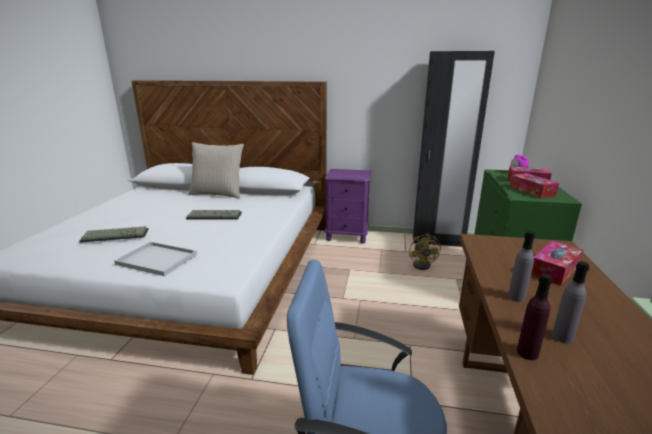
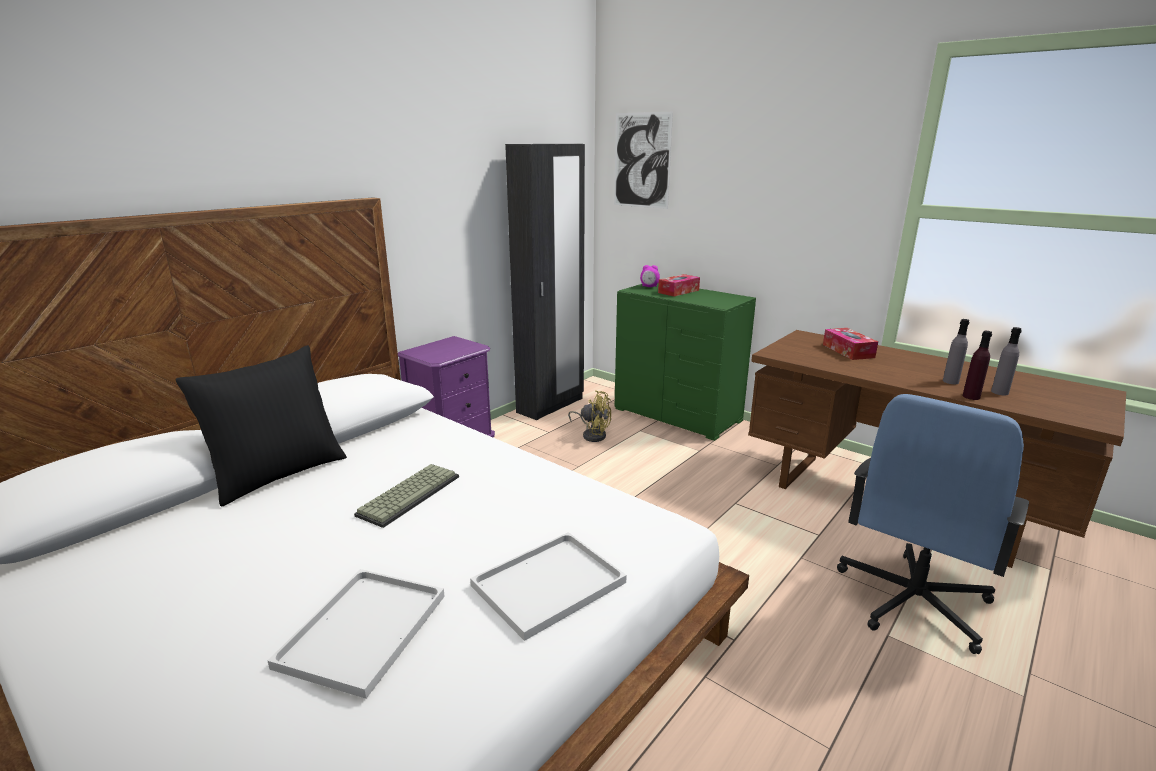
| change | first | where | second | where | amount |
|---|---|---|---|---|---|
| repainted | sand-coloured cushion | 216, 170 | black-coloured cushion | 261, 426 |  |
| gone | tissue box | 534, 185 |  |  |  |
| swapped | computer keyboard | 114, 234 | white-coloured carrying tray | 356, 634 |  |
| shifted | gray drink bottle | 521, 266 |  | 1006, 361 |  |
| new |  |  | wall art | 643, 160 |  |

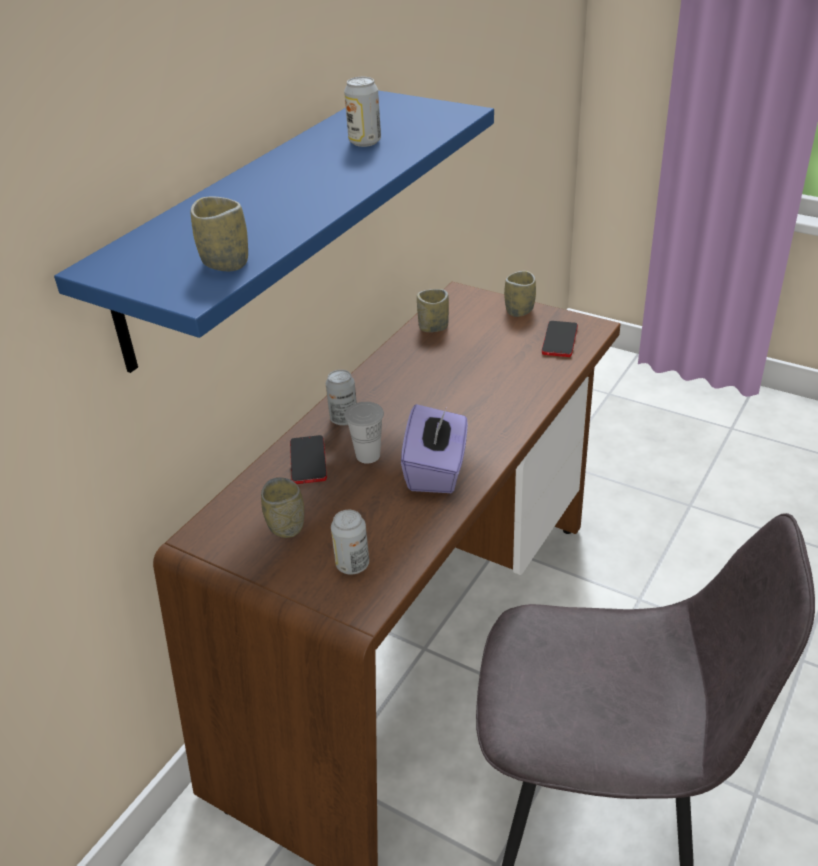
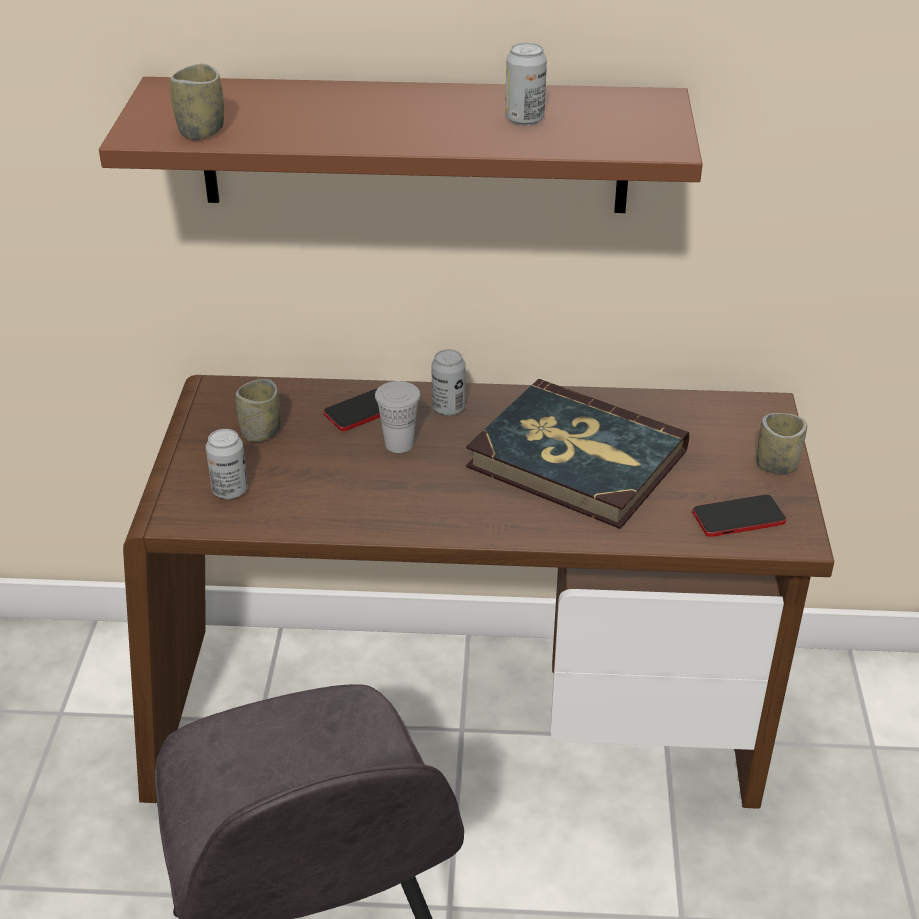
| change | first | where | second | where | amount |
|---|---|---|---|---|---|
| repainted | bluish bracket shelf | 274, 231 | brown bracket shelf | 401, 145 |  |
| gone | drinking cup | 433, 310 |  |  |  |
| gone | purplish tissue box | 434, 448 |  |  |  |
| new |  |  | bound book | 577, 454 |  |

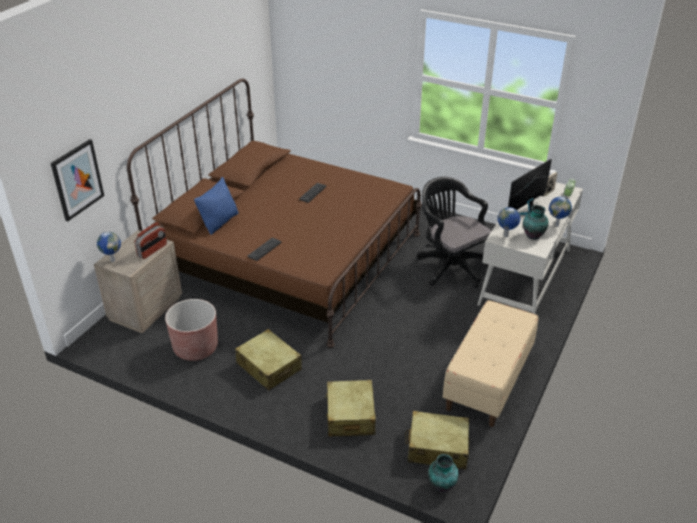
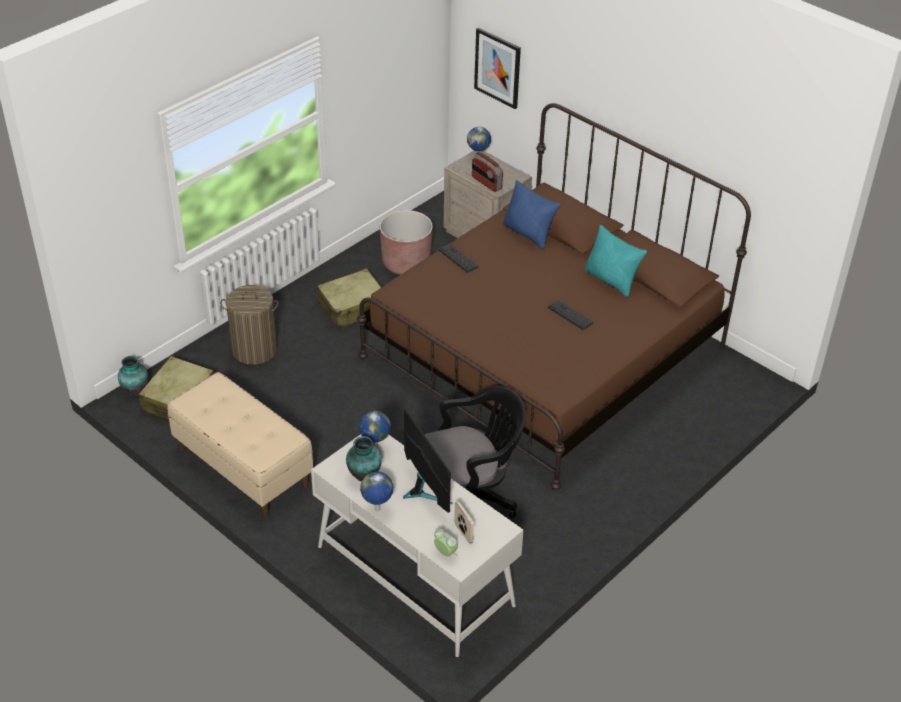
| change | first | where | second | where | amount |
|---|---|---|---|---|---|
| swapped | sand-coloured suitcase | 350, 408 | laundry basket | 249, 325 |  |
| new |  |  | blue-green cushion | 616, 261 |  |

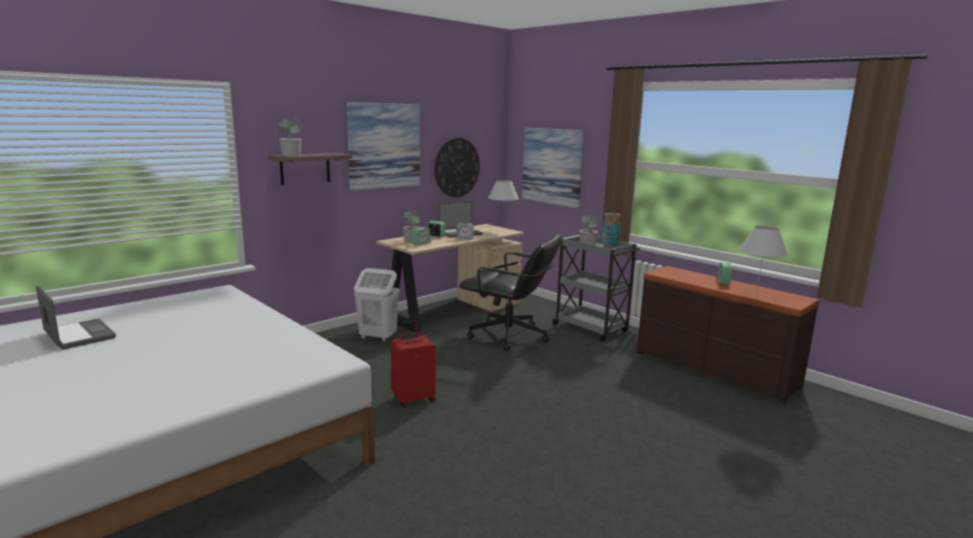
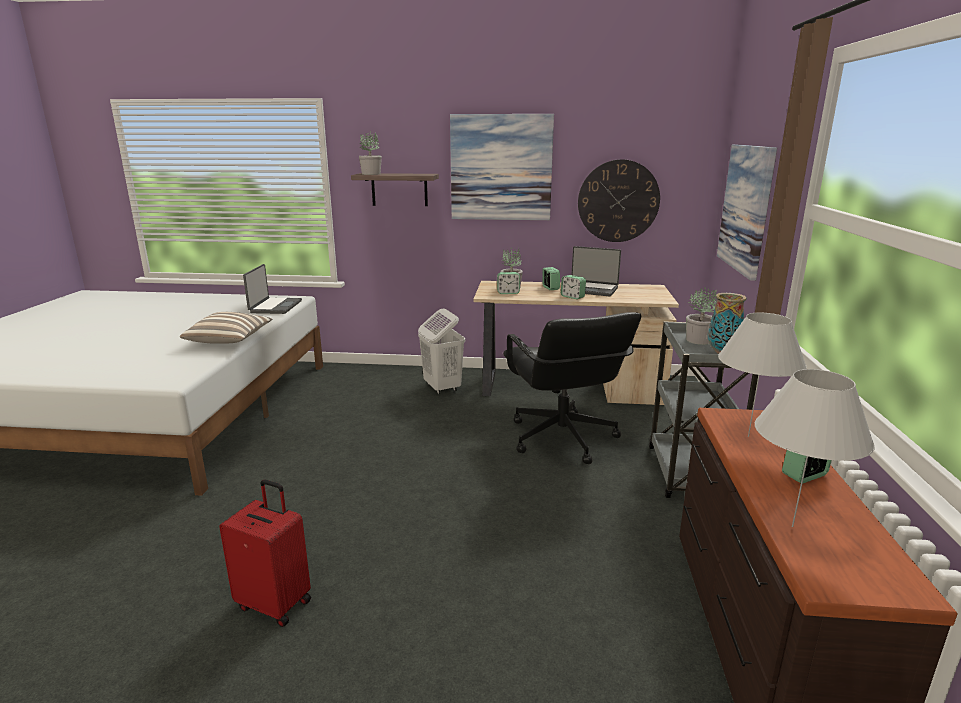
| change | first | where | second | where | amount |
|---|---|---|---|---|---|
| shifted | white-coloured tabletop lamp | 503, 205 |  | 762, 375 |  |
| shifted | notebook computer | 76, 318 |  | 272, 289 |  |
| shifted | reddish suitcase | 413, 363 |  | 265, 553 |  |
| new |  |  | cushion | 226, 328 |  |

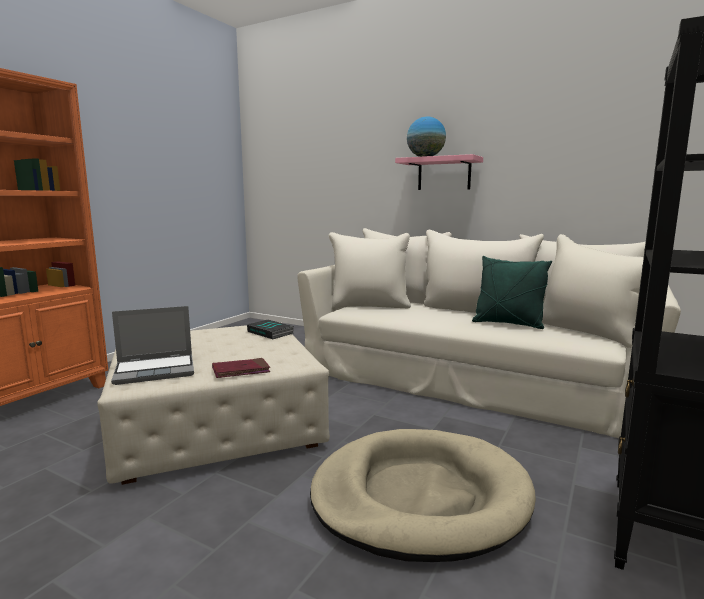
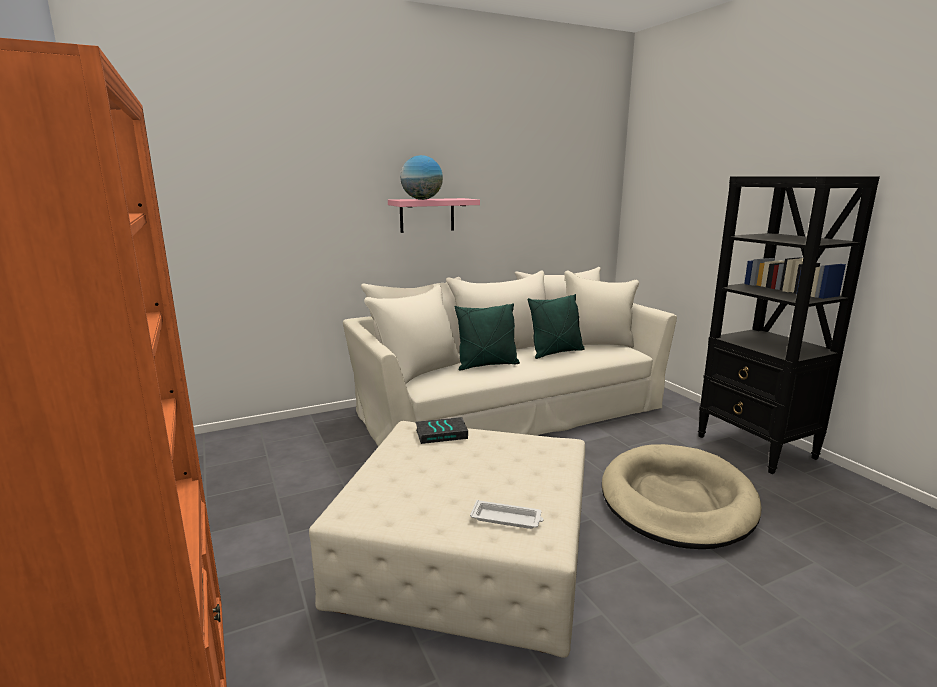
| change | first | where | second | where | amount |
|---|---|---|---|---|---|
| swapped | notebook computer | 152, 345 | white-coloured carrying tray | 506, 514 |  |
| gone | reddish bound book | 241, 368 |  |  |  |
| new |  |  | green-coloured cushion | 487, 337 |  |

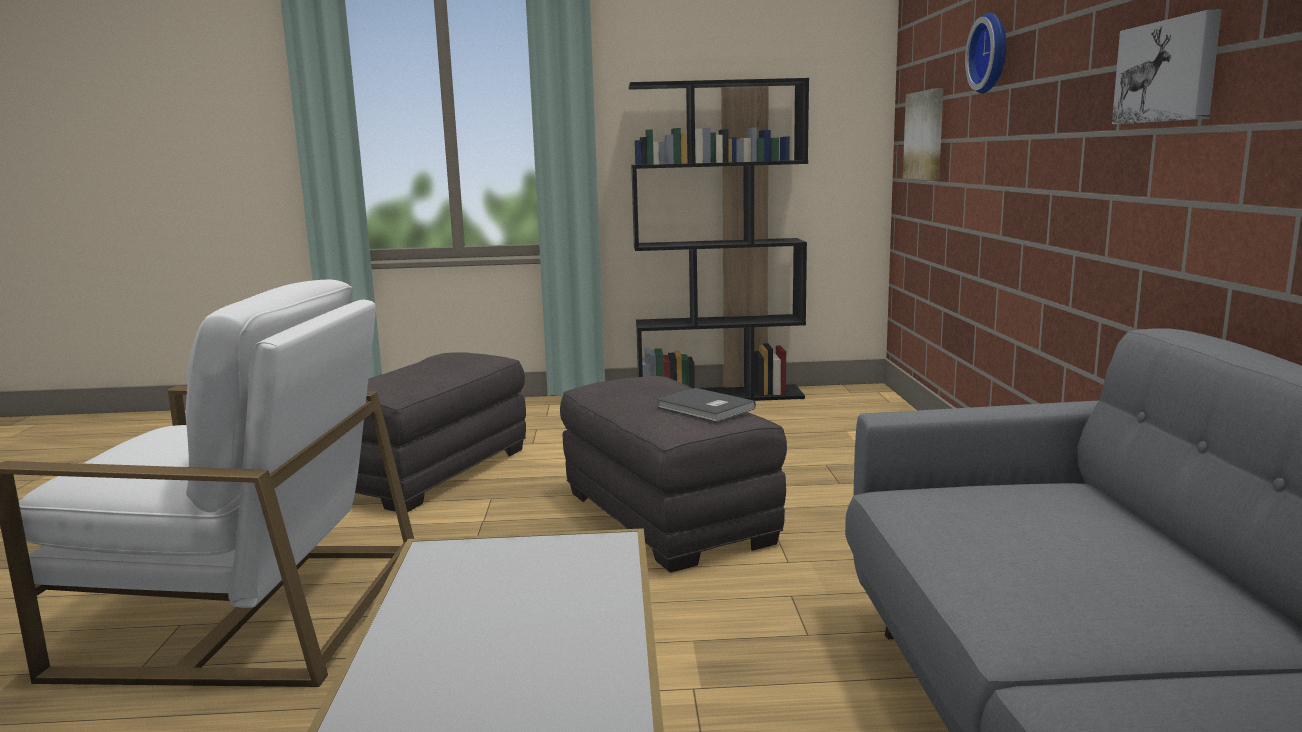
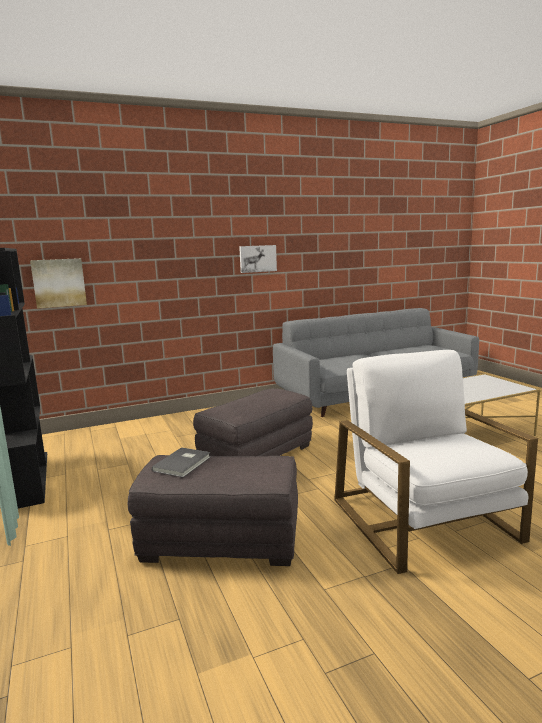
| change | first | where | second | where | amount |
|---|---|---|---|---|---|
| gone | hanging clock | 985, 53 |  |  |  |
| shifted | gray bound book | 706, 405 |  | 181, 462 |  |

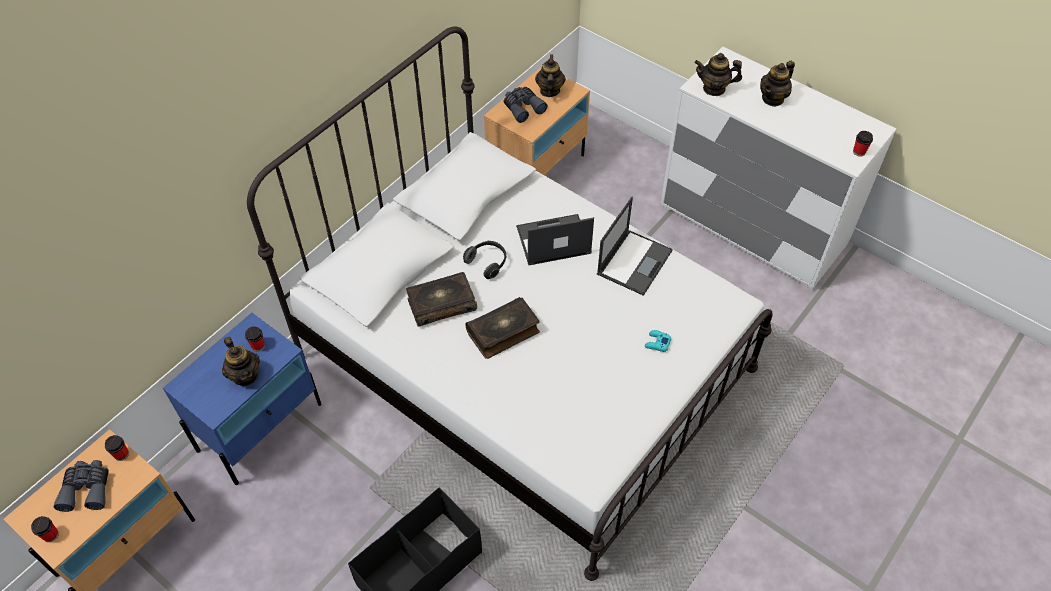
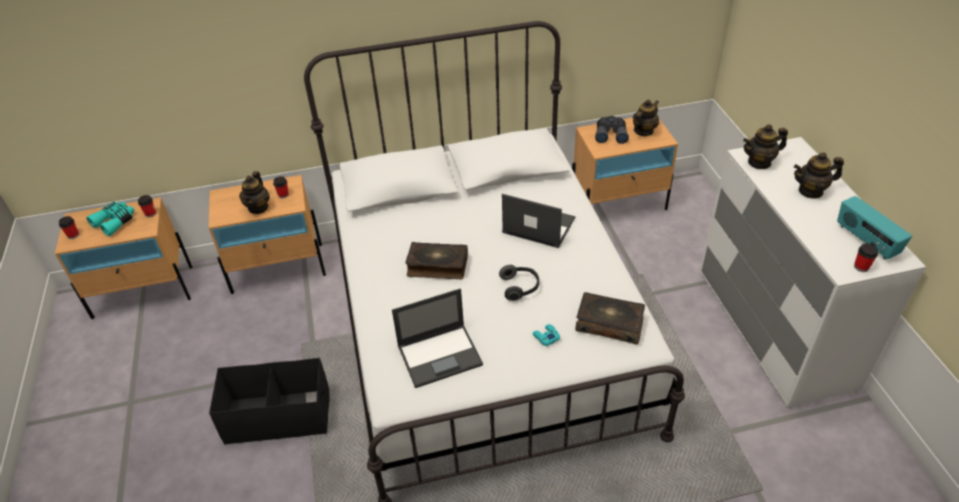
| change | first | where | second | where | amount |
|---|---|---|---|---|---|
| rotated | tea pot | 718, 74 |  | 765, 146 | 60 degrees counterclockwise |
| shifted | notebook computer | 635, 246 |  | 437, 338 |  |
| shifted | headphones | 484, 260 |  | 519, 283 |  |
| shifted | bound book | 441, 299 |  | 610, 318 |  |
| repainted | bluish nightstand | 242, 399 | sand-coloured nightstand | 267, 234 |  |
| repainted | gray field glasses | 81, 486 | blue-green field glasses | 110, 219 |  |
| new |  |  | radio | 874, 228 |  |

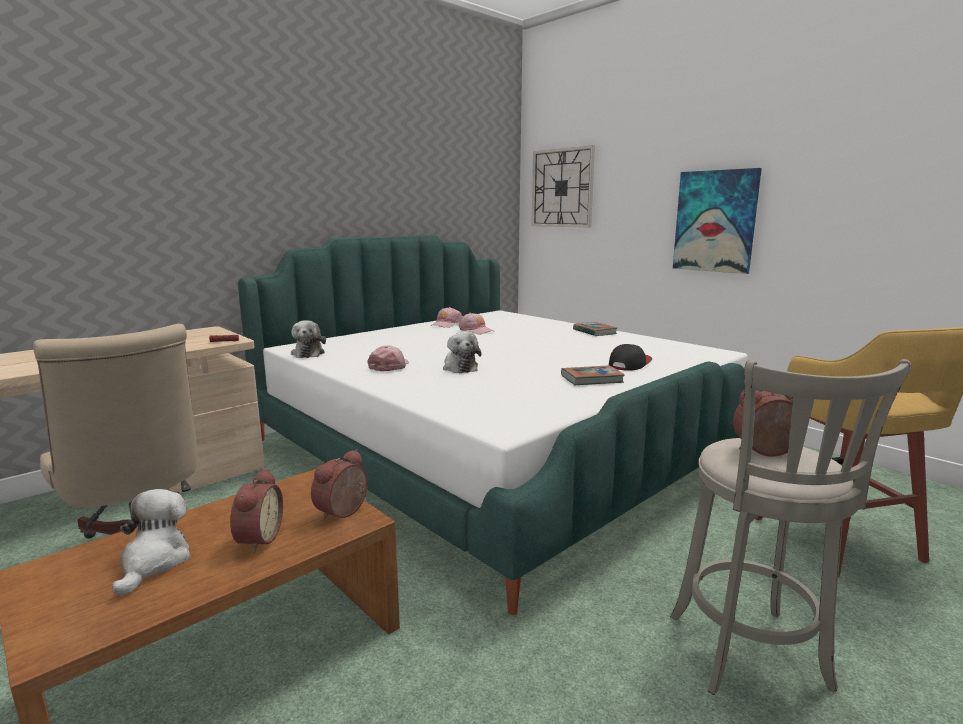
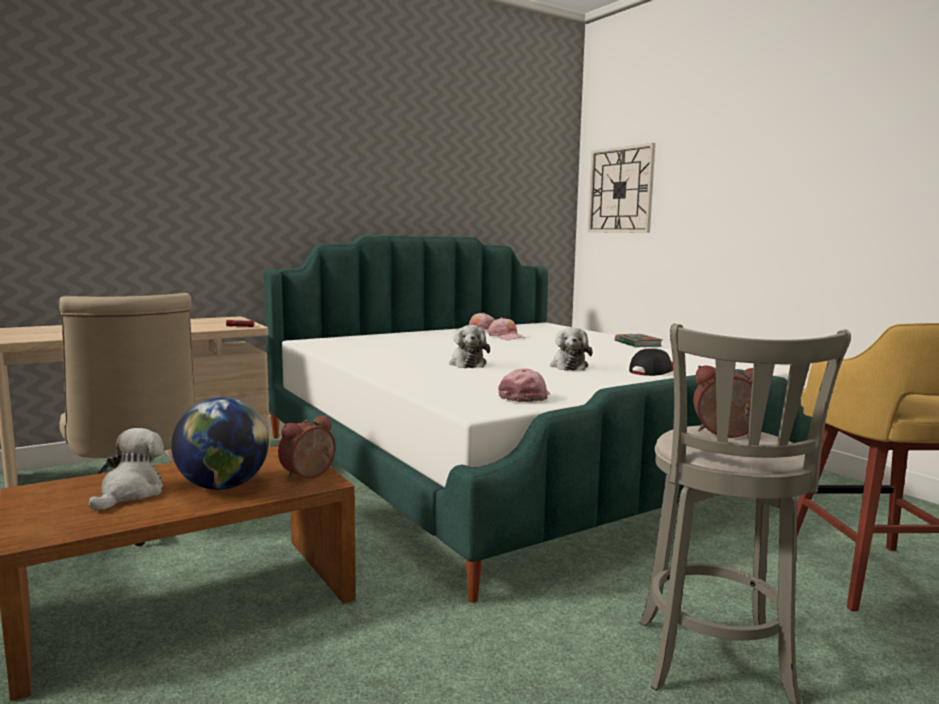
| change | first | where | second | where | amount |
|---|---|---|---|---|---|
| gone | wall art | 717, 221 |  |  |  |
| shifted | cuddly toy | 308, 339 |  | 571, 349 |  |
| shifted | pinkish cap | 388, 358 |  | 524, 385 |  |
| gone | bound book | 593, 375 |  |  |  |
| swapped | alarm clock | 256, 511 | desk globe | 220, 443 |  |

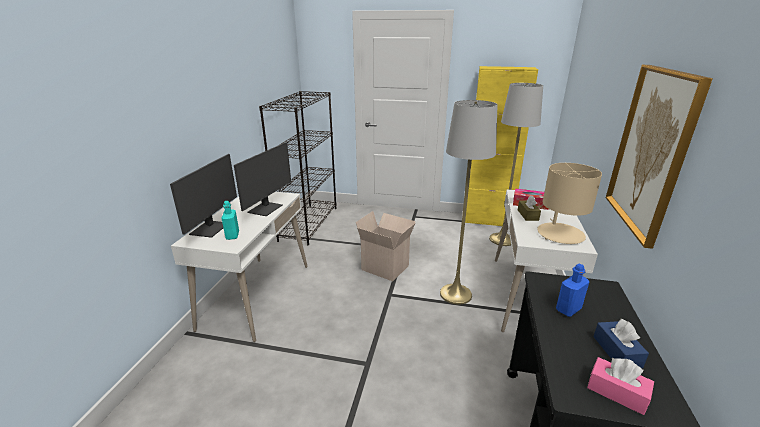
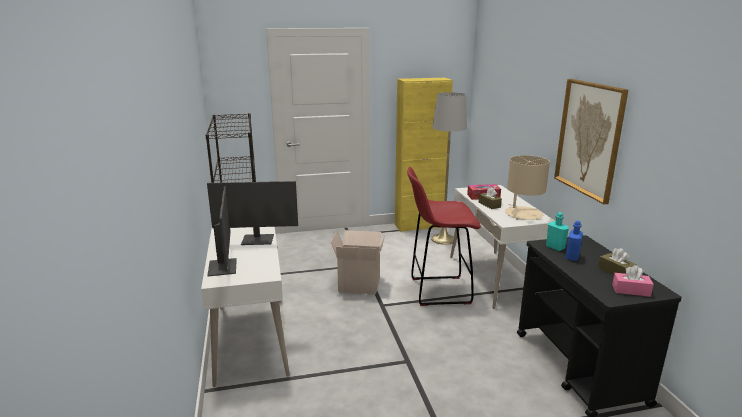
| change | first | where | second | where | amount |
|---|---|---|---|---|---|
| swapped | gray floor lamp | 469, 202 | reddish stool seat | 444, 236 |  |
| rotated | monitor | 262, 179 |  | 252, 213 | 90 degrees clockwise |
| shifted | blue-green drink bottle | 230, 220 |  | 557, 231 |  |
| repainted | bluish tissue box | 621, 343 | brown tissue box | 617, 261 |  |

